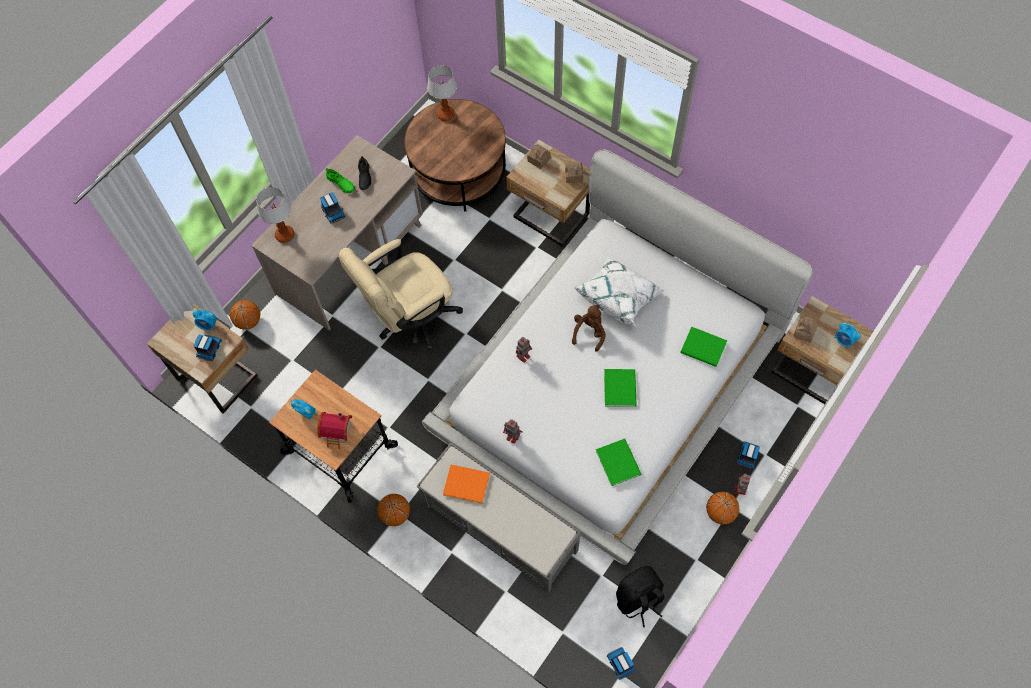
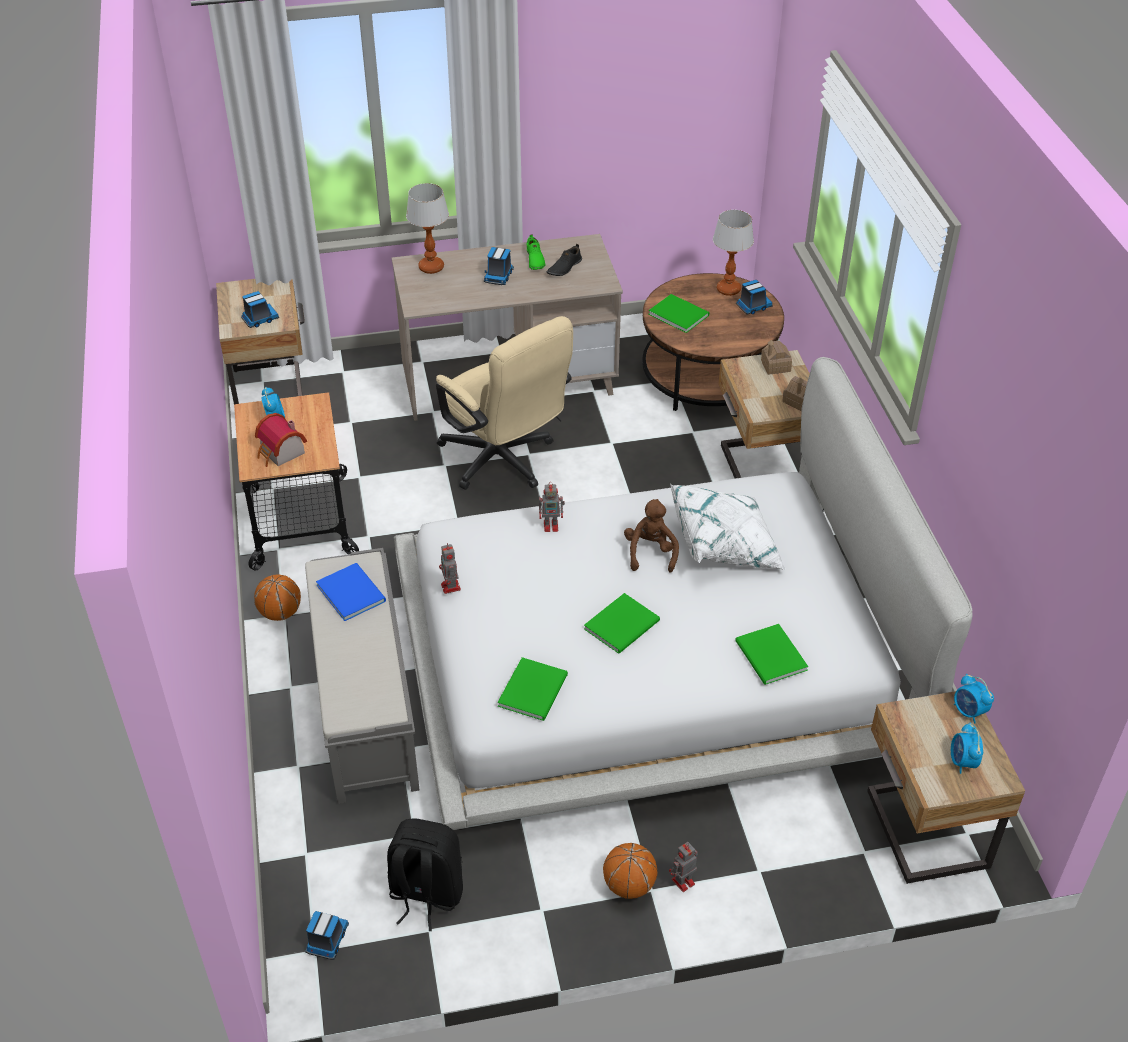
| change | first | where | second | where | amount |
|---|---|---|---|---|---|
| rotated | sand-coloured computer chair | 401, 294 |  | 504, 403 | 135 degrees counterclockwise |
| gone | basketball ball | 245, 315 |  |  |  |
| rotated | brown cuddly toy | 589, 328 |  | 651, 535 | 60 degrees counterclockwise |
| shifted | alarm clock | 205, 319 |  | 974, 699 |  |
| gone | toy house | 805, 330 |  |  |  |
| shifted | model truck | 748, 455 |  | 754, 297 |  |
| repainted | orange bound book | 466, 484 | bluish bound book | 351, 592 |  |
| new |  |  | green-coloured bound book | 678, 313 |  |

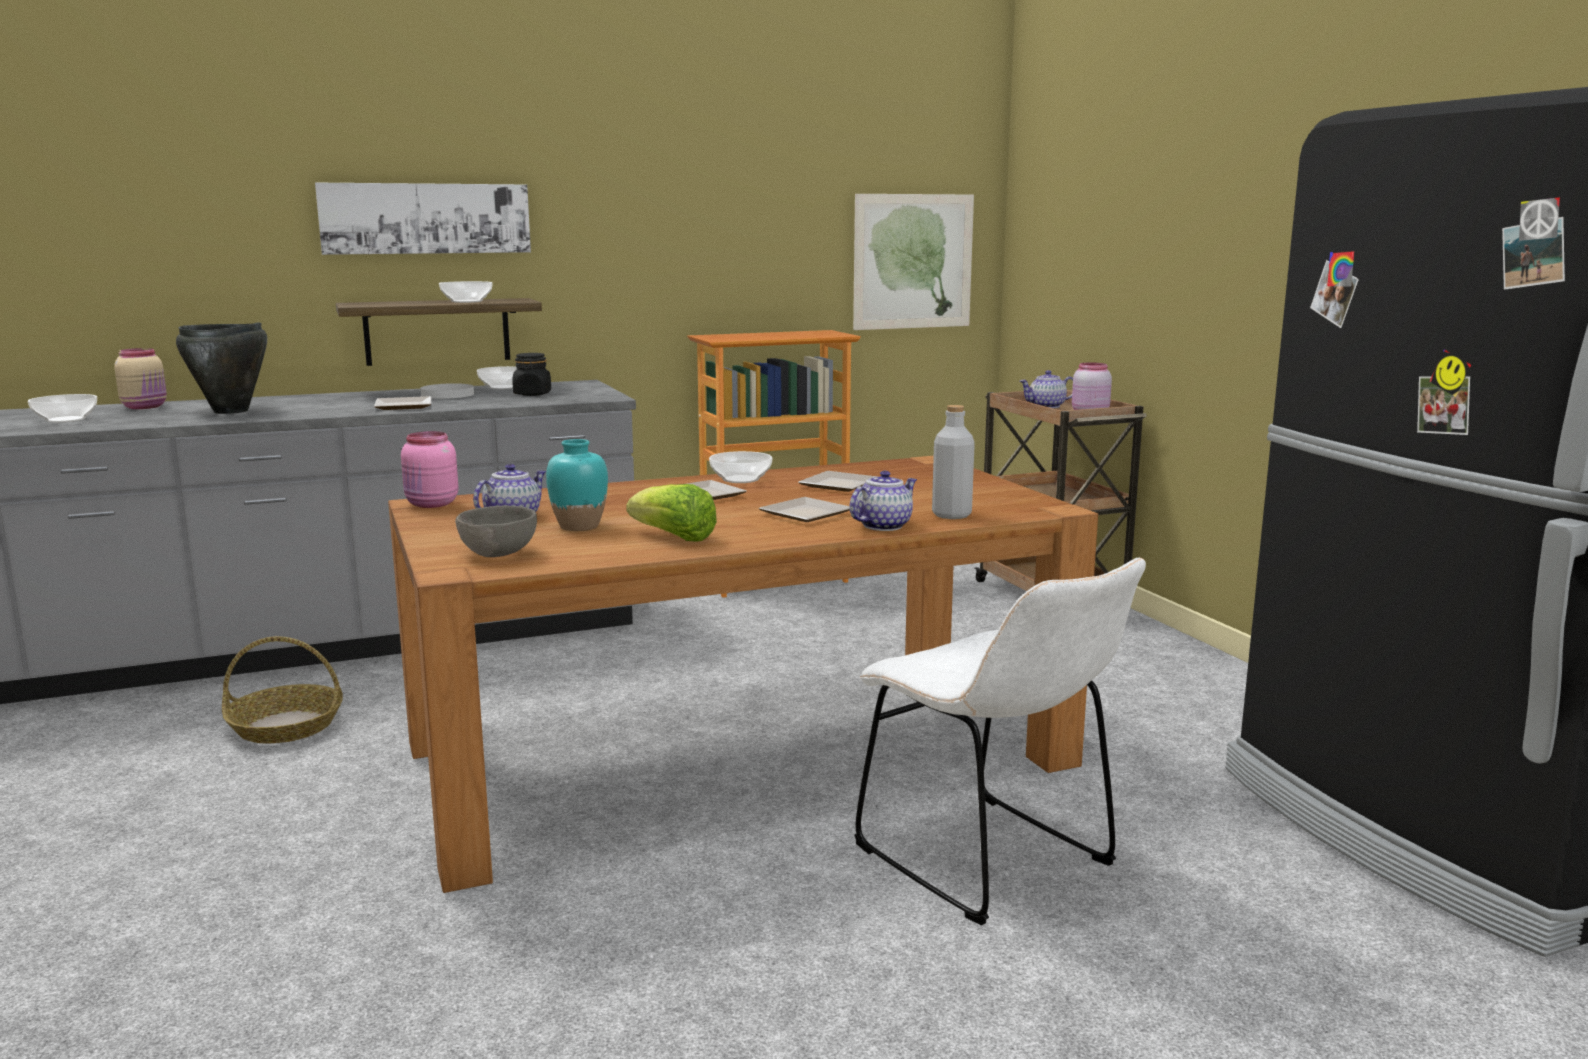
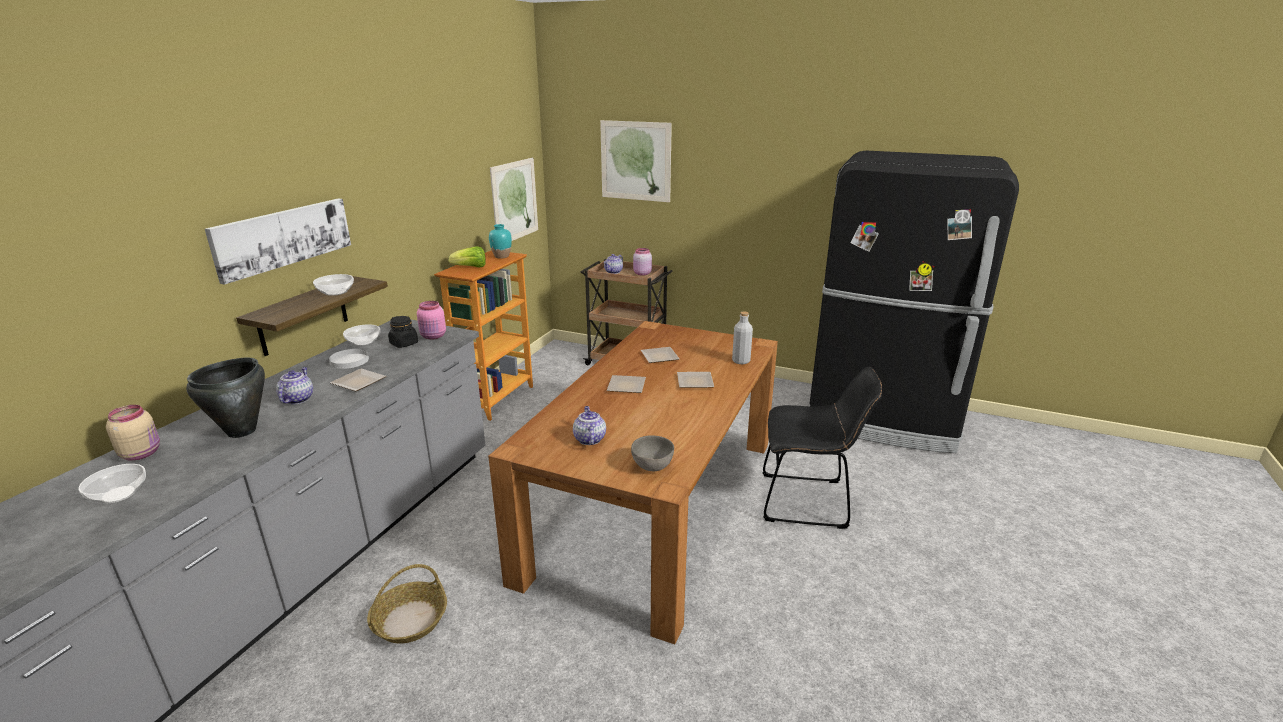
| change | first | where | second | where | amount |
|---|---|---|---|---|---|
| shifted | pinkish storage jar | 429, 469 |  | 431, 320 |  |
| shifted | blue-green decorative vase | 577, 485 |  | 500, 241 |  |
| gone | serving bowl | 740, 467 |  |  |  |
| shifted | tea pot | 883, 501 |  | 294, 385 |  |
| shifted | head of lettuce | 671, 513 |  | 467, 257 |  |
| repainted | white-coloured upright chair | 1000, 741 | black-coloured upright chair | 822, 448 |  |
| new |  |  | wall art | 636, 161 |  |

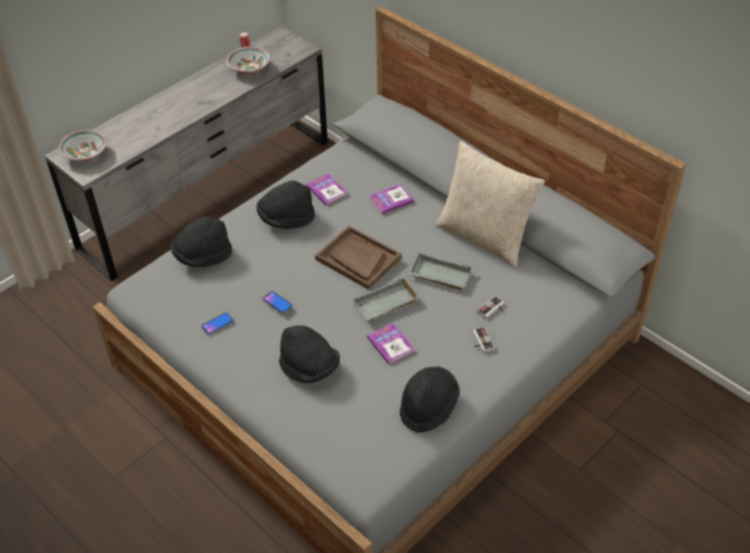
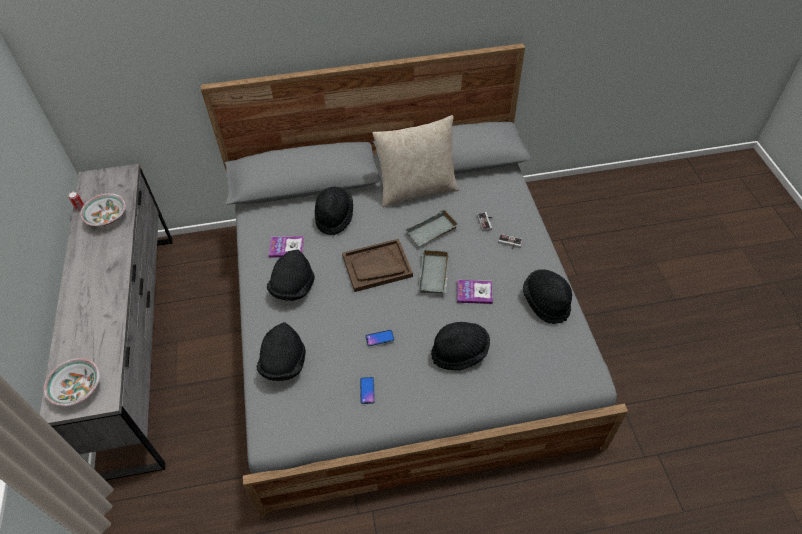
| change | first | where | second | where | amount |
|---|---|---|---|---|---|
| swapped | bound book | 391, 199 | black-coloured hat | 334, 211 |  |

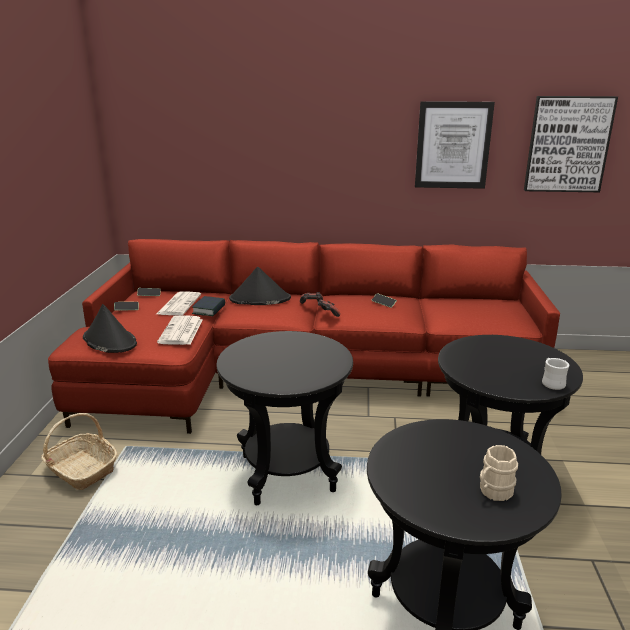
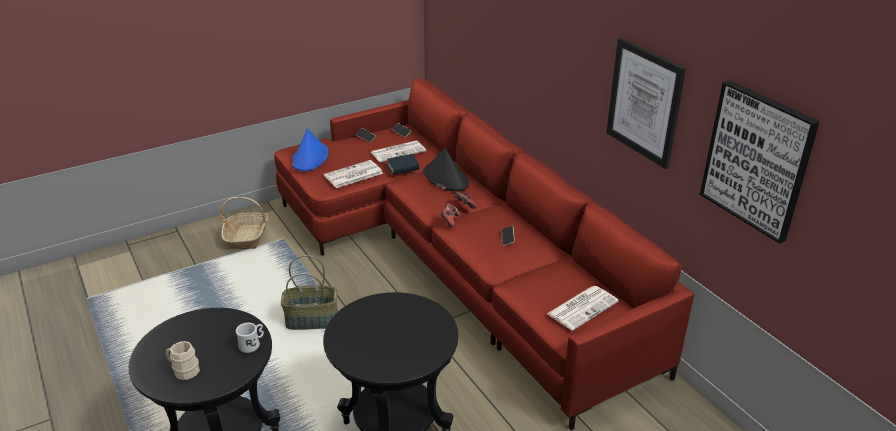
| change | first | where | second | where | amount |
|---|---|---|---|---|---|
| repainted | black-coloured hat | 110, 328 | bluish hat | 310, 150 |  |
| swapped | black-coloured side table | 284, 418 | storage basket | 309, 292 |  |
| shifted | white-coloured coffee mug | 556, 374 |  | 250, 338 |  |
| new |  |  | newspaper | 583, 308 |  |

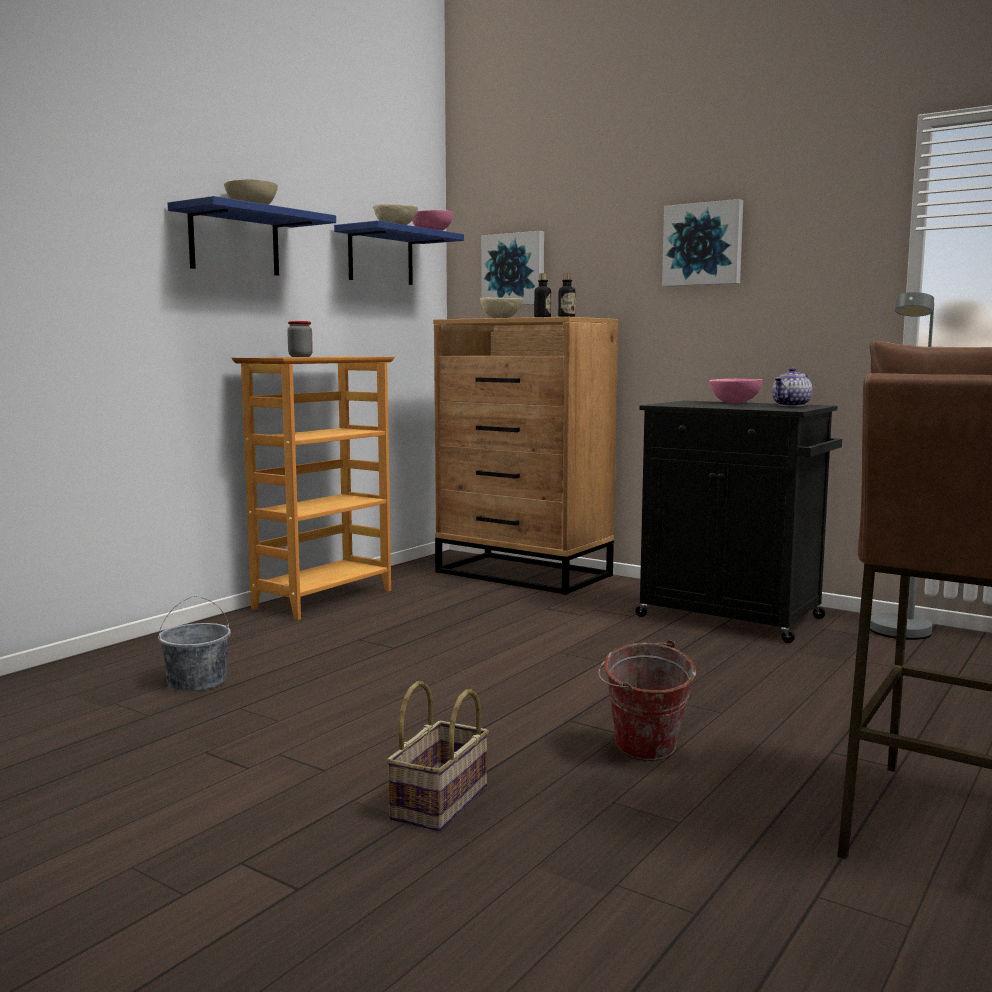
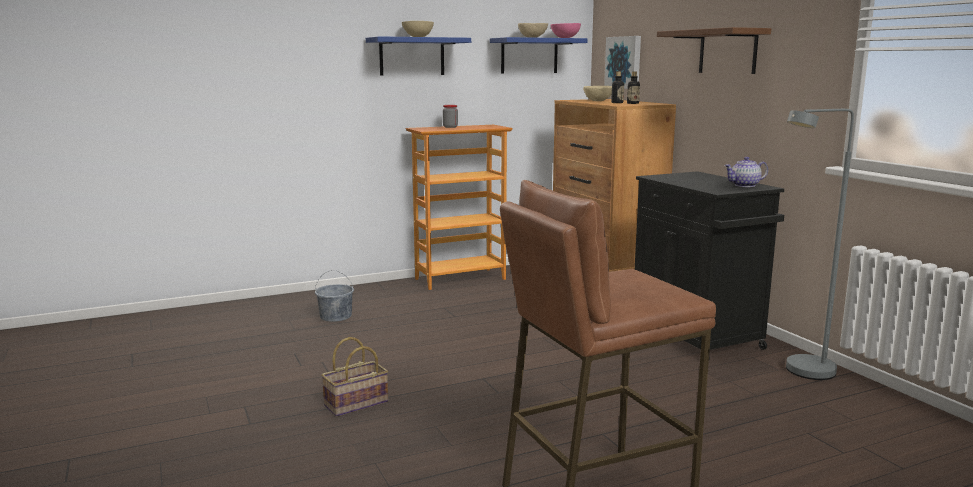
| change | first | where | second | where | amount |
|---|---|---|---|---|---|
| swapped | wall art | 702, 242 | brown bracket shelf | 714, 50 |  |
| gone | pinkish serving bowl | 736, 390 |  |  |  |
| gone | water bucket | 647, 700 |  |  |  |

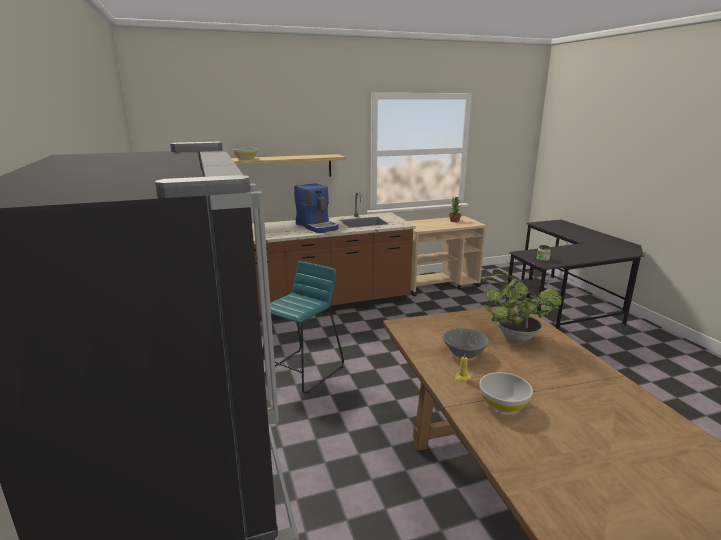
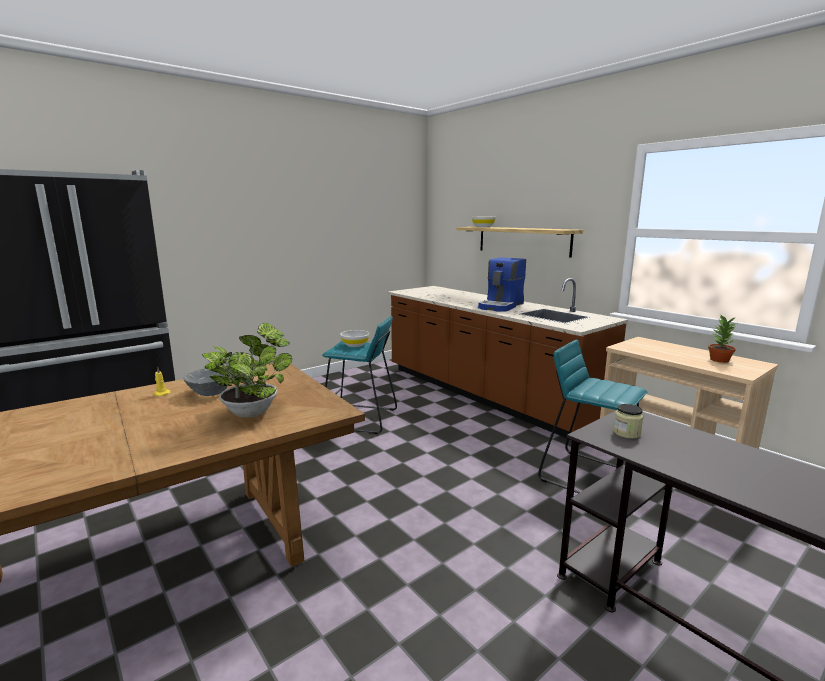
| change | first | where | second | where | amount |
|---|---|---|---|---|---|
| shifted | white-coloured serving bowl | 506, 392 |  | 354, 338 |  |
| new |  |  | blue-green stool seat | 592, 416 |  |

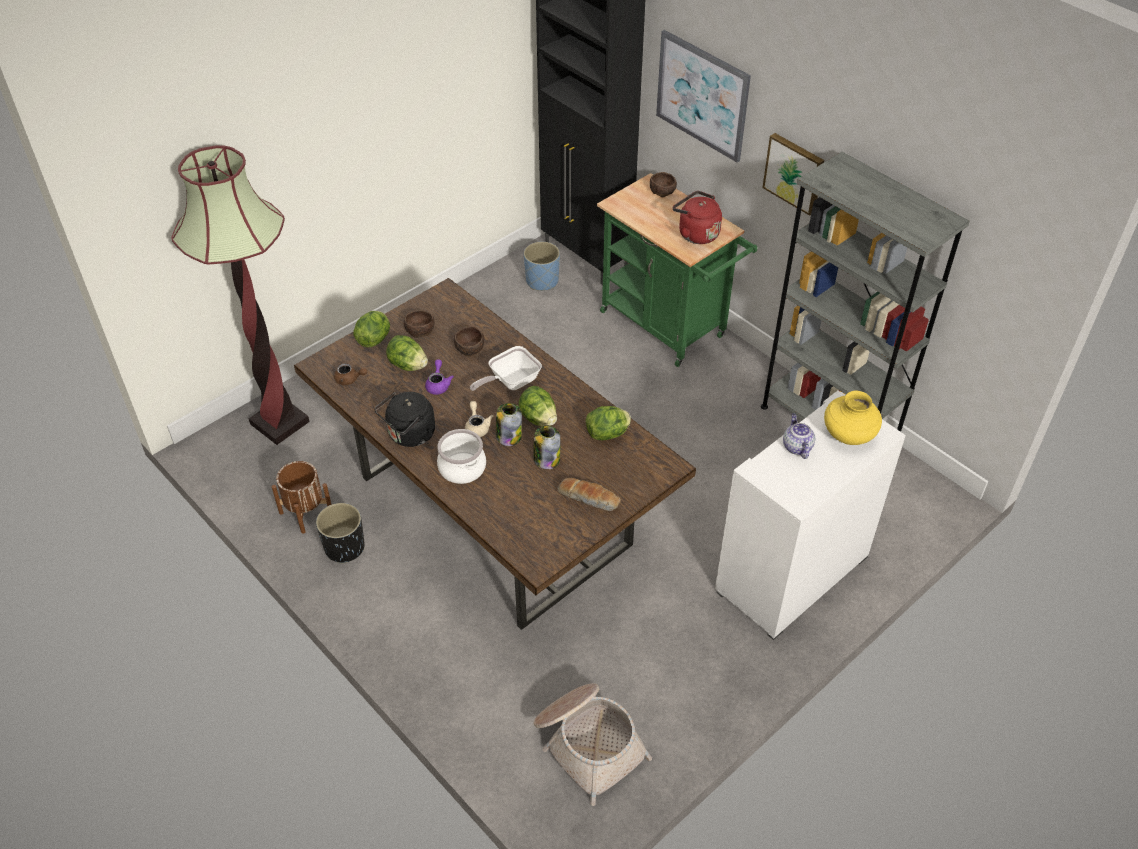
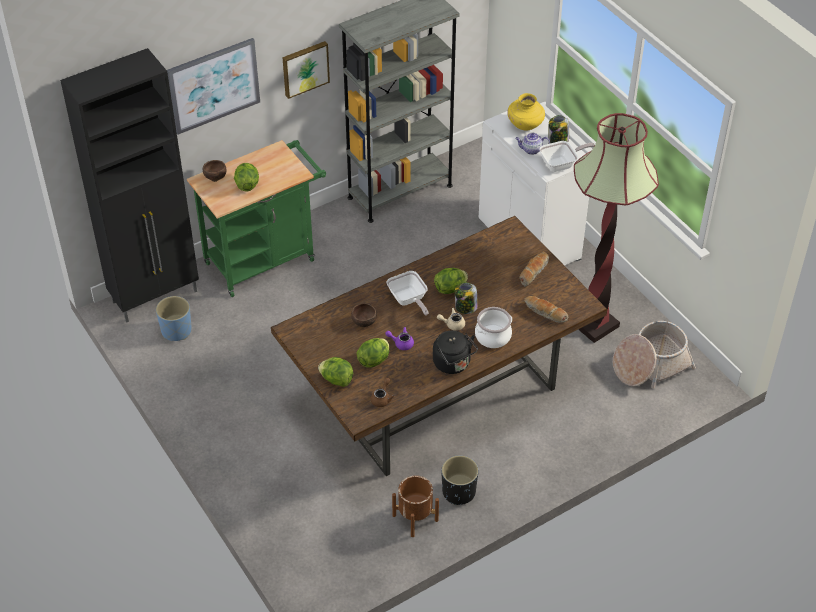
| change | first | where | second | where | amount |
|---|---|---|---|---|---|
| shifted | floor lamp | 240, 295 |  | 616, 228 |  |
| gone | reddish kettle | 697, 217 |  |  |  |
| gone | brown serving bowl | 419, 324 |  |  |  |
| shifted | head of lettuce | 608, 423 |  | 246, 177 |  |
| shifted | storage jar | 547, 447 |  | 559, 129 |  |
| new |  |  | skillet | 567, 156 |  |
| new |  |  | bread | 546, 309 |  |

